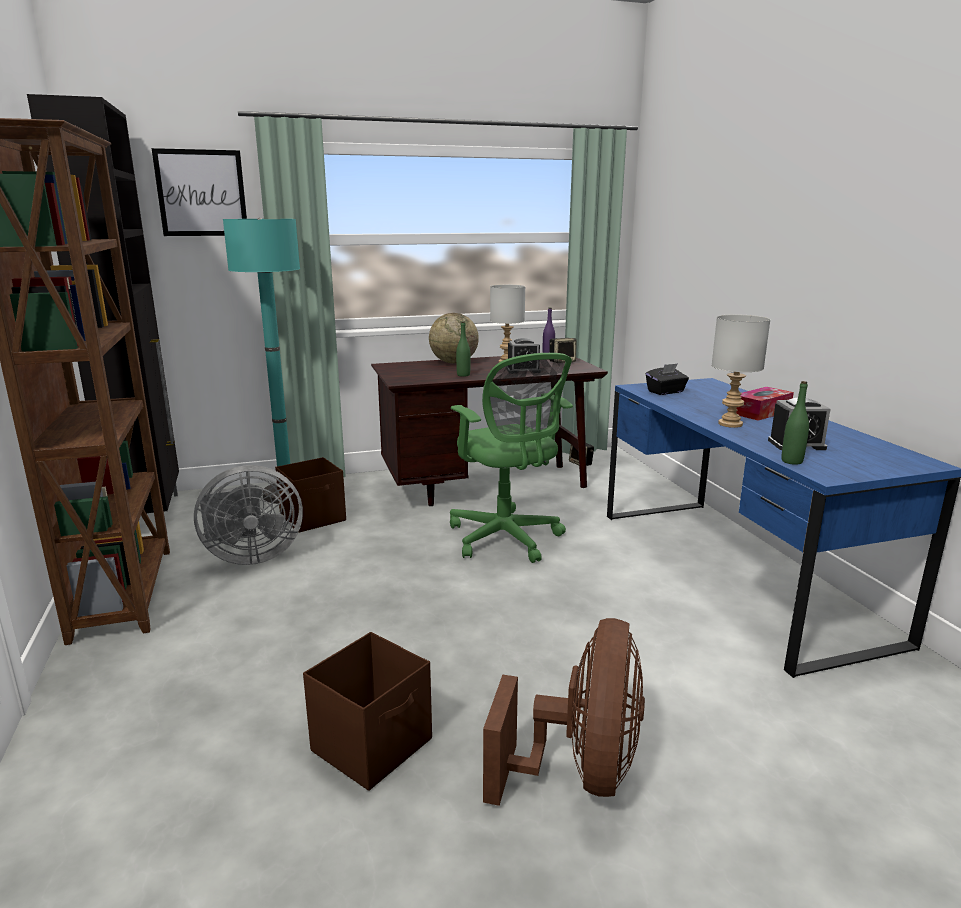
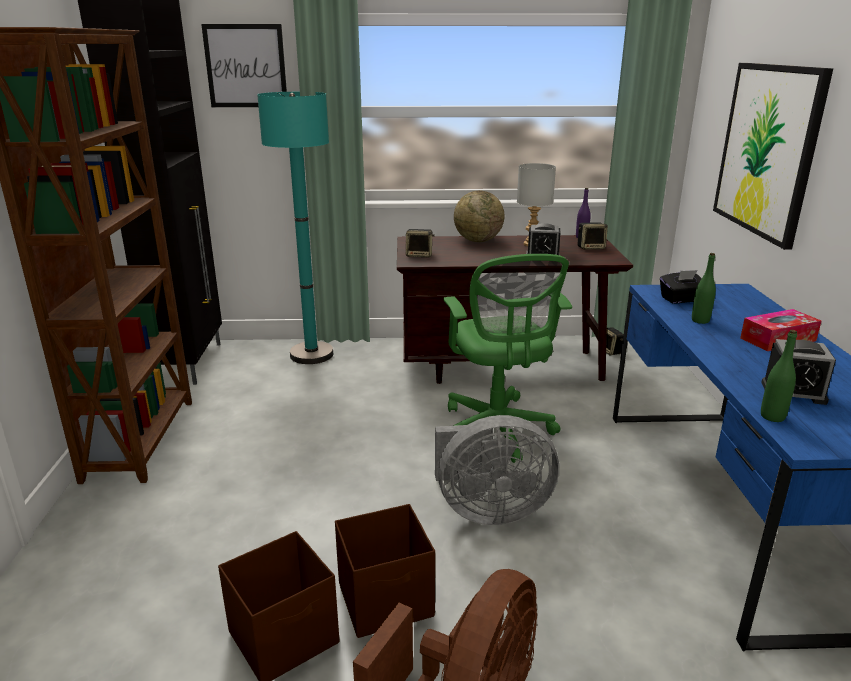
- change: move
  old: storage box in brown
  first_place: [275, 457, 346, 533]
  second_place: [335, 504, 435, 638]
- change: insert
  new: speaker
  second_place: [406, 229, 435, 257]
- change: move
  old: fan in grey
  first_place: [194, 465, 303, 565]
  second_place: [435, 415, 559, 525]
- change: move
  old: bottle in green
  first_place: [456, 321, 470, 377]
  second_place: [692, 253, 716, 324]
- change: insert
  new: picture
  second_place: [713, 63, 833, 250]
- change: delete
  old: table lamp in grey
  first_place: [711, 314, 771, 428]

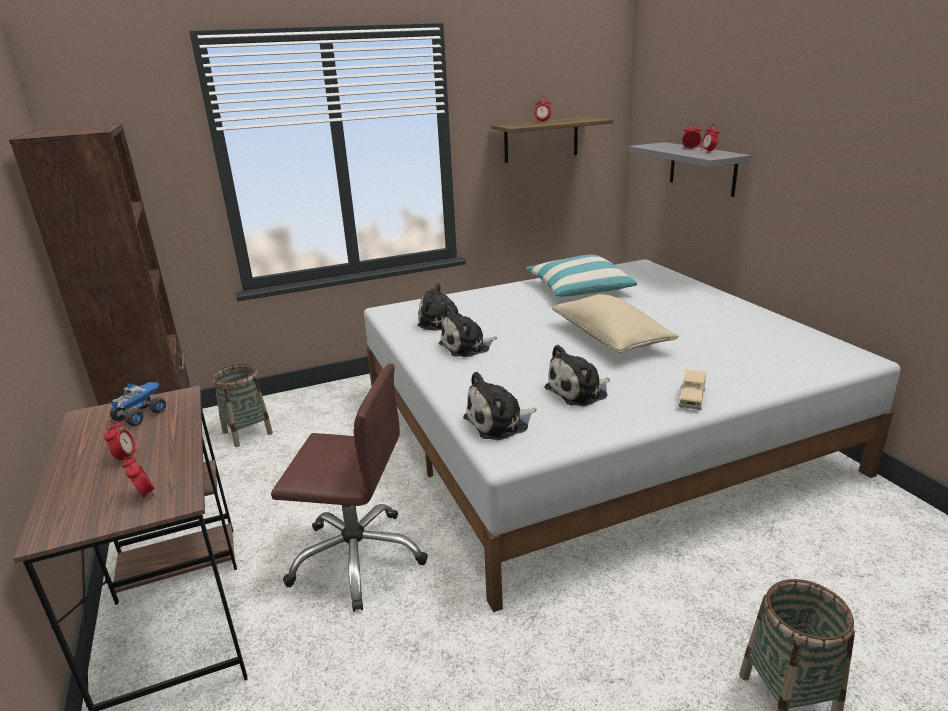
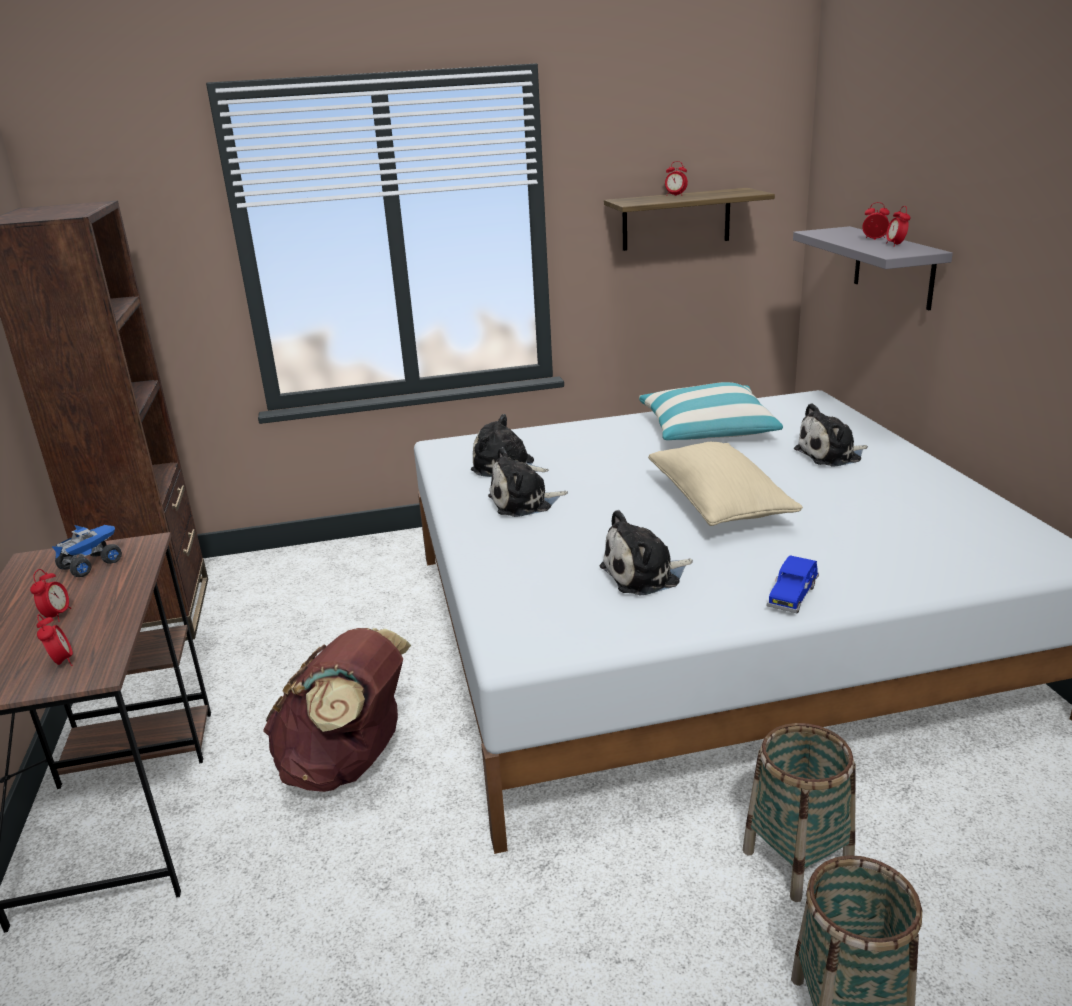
- change: replace
  old: office chair in brown
  new: backpack in brown
  first_place: [271, 363, 428, 612]
  second_place: [263, 628, 411, 792]
- change: move
  old: basket
  first_place: [212, 364, 273, 447]
  second_place: [743, 723, 856, 902]
- change: recolor
  old: toy car in beige
  new: toy car in blue
  first_place: [678, 369, 706, 410]
  second_place: [767, 556, 819, 614]
- change: move
  old: plush toy
  first_place: [463, 372, 537, 440]
  second_place: [794, 403, 868, 467]

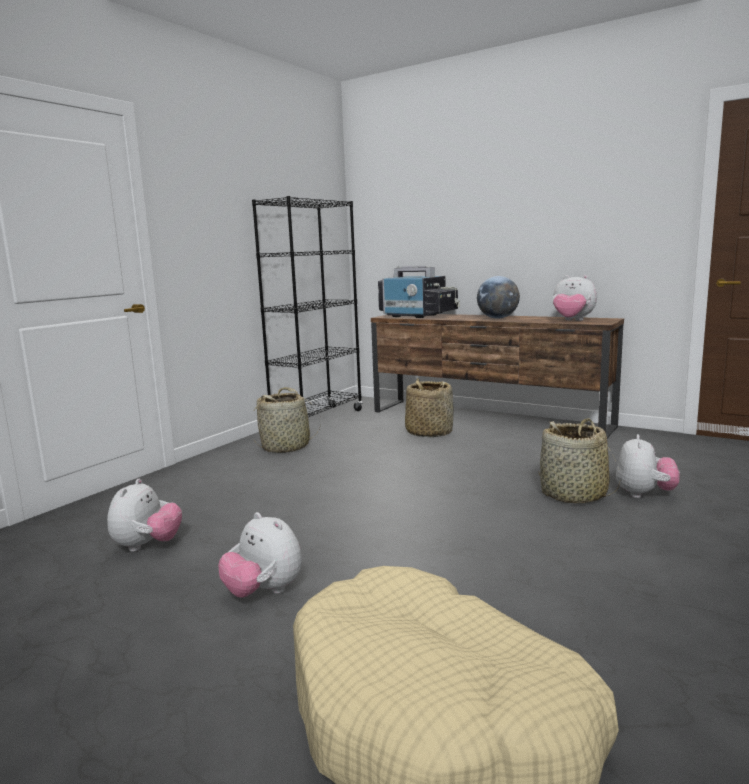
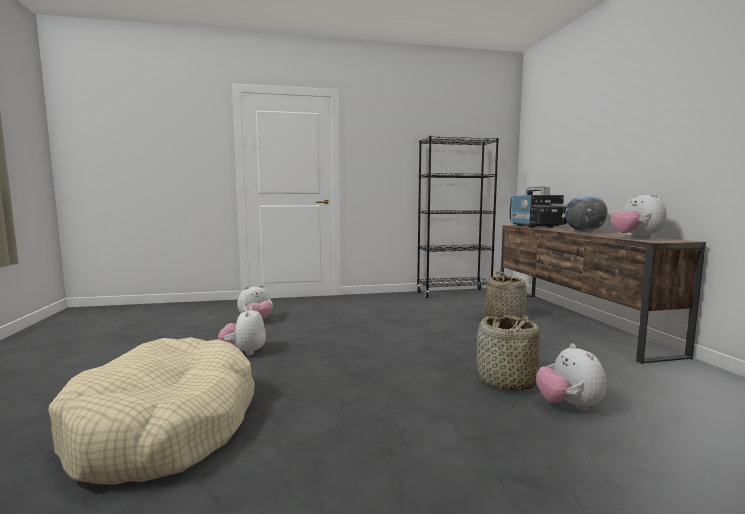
- change: rotate
  old: plush toy
  first_place: [616, 434, 680, 498]
  second_place: [536, 343, 606, 411]
  degrees: 105
- change: delete
  old: basket
  first_place: [253, 387, 321, 453]

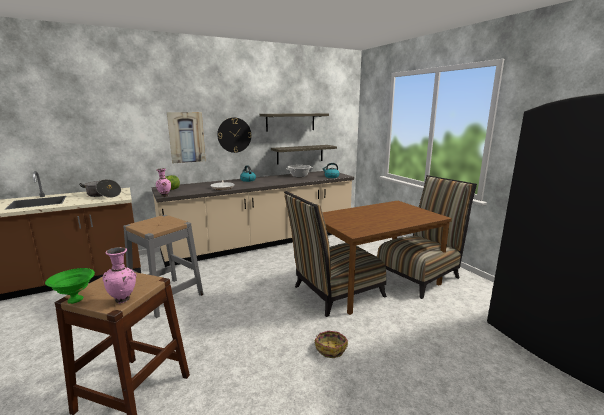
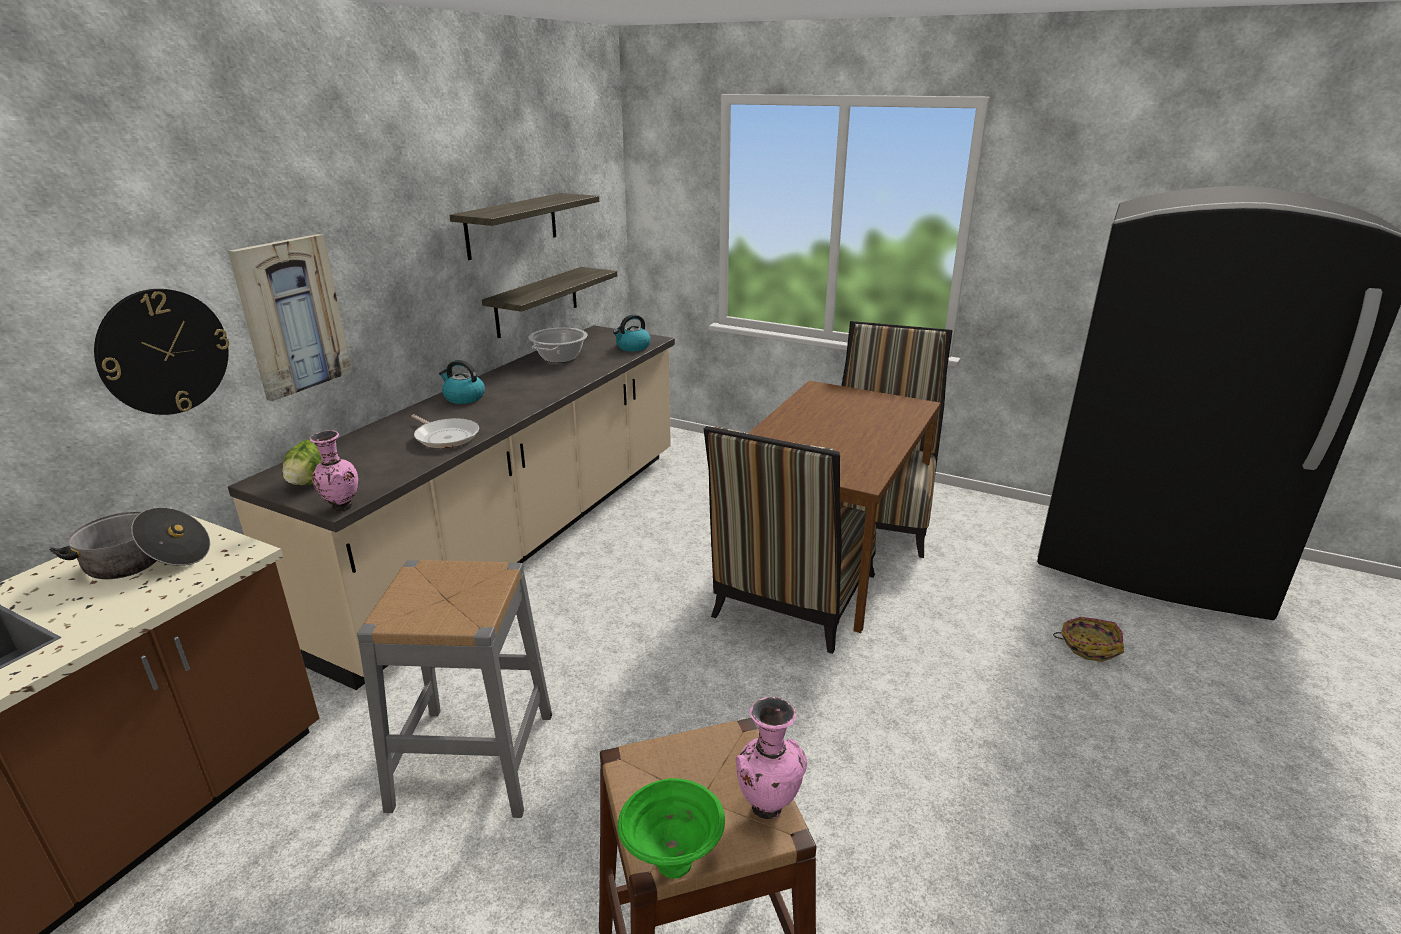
- change: move
  old: wall clock
  first_place: [217, 118, 252, 153]
  second_place: [94, 289, 229, 415]
- change: move
  old: basket
  first_place: [314, 331, 348, 358]
  second_place: [1053, 617, 1124, 662]

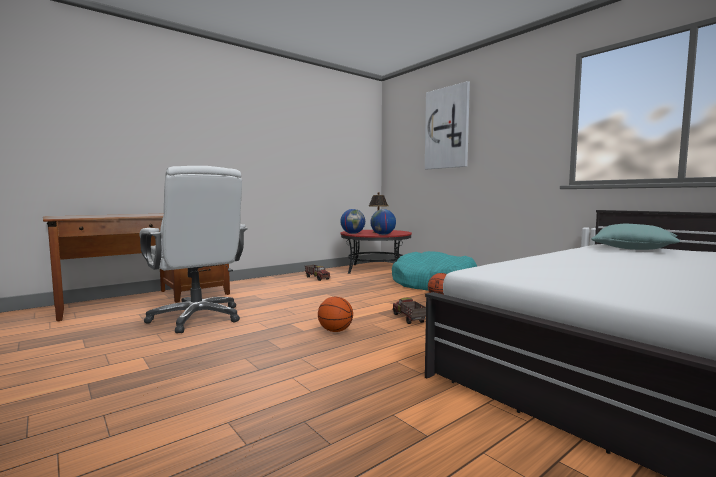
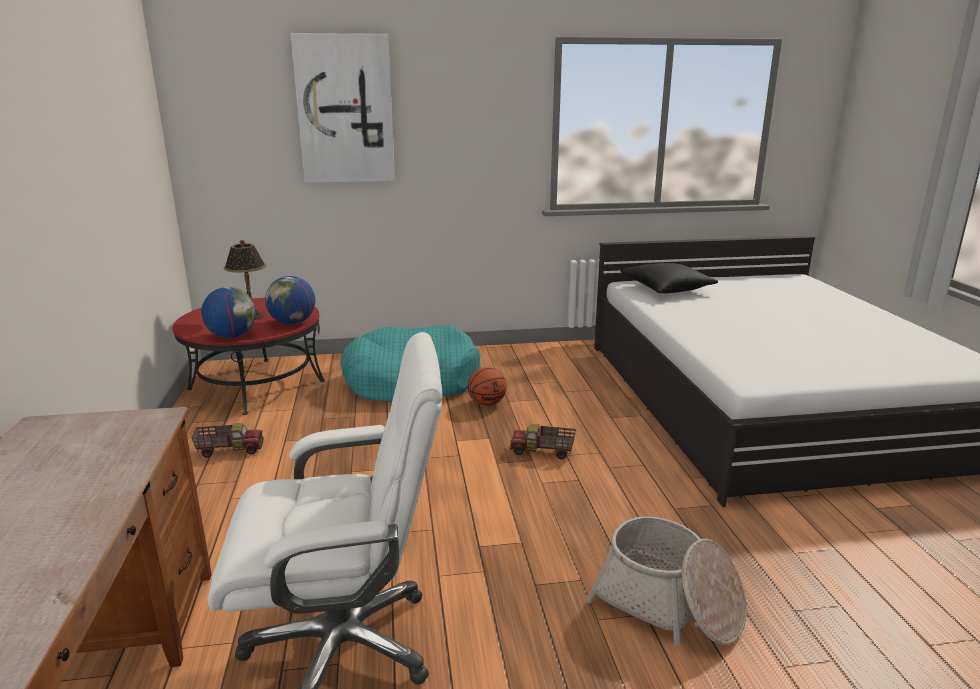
- change: insert
  new: basket
  second_place: [586, 516, 747, 646]
- change: recolor
  old: pillow in turquoise
  new: pillow in black
  first_place: [591, 224, 680, 250]
  second_place: [620, 263, 718, 293]
- change: delete
  old: basketball
  first_place: [318, 297, 353, 332]

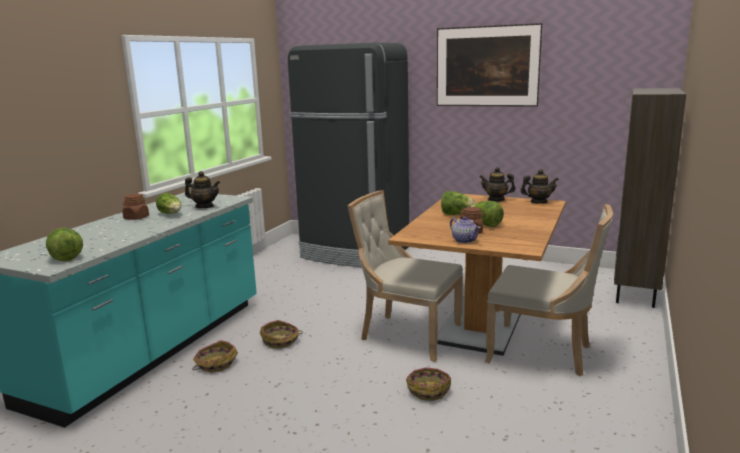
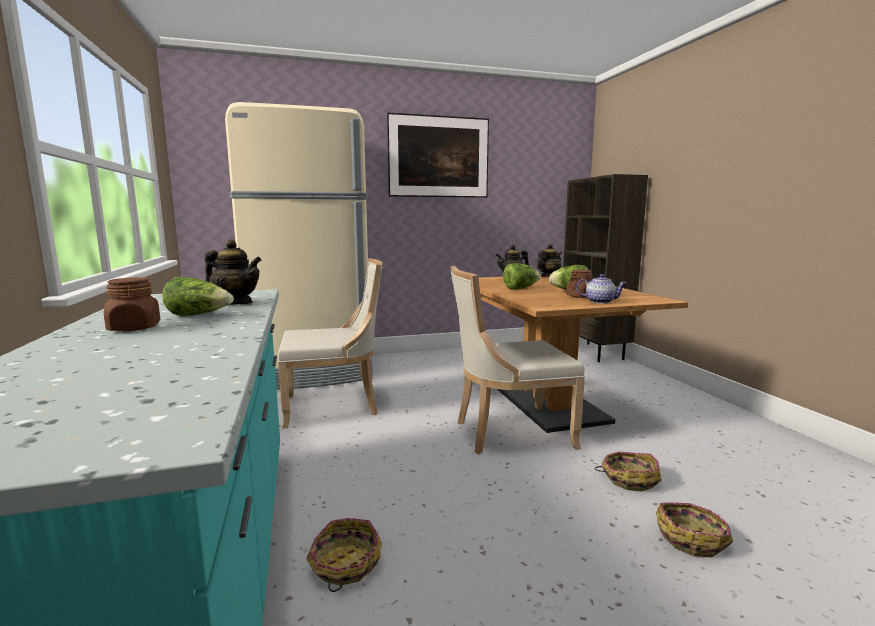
- change: rotate
  old: teapot
  first_place: [185, 171, 220, 208]
  second_place: [205, 239, 262, 304]
  degrees: 45
- change: recolor
  old: fridge in black
  new: fridge in beige
  first_place: [288, 43, 409, 267]
  second_place: [225, 102, 373, 390]
- change: move
  old: chair in beige
  first_place: [485, 204, 613, 376]
  second_place: [278, 258, 383, 429]
- change: move
  old: basket
  first_place: [260, 320, 303, 349]
  second_place: [656, 502, 733, 557]
- change: delete
  old: lettuce
  first_place: [46, 228, 83, 261]

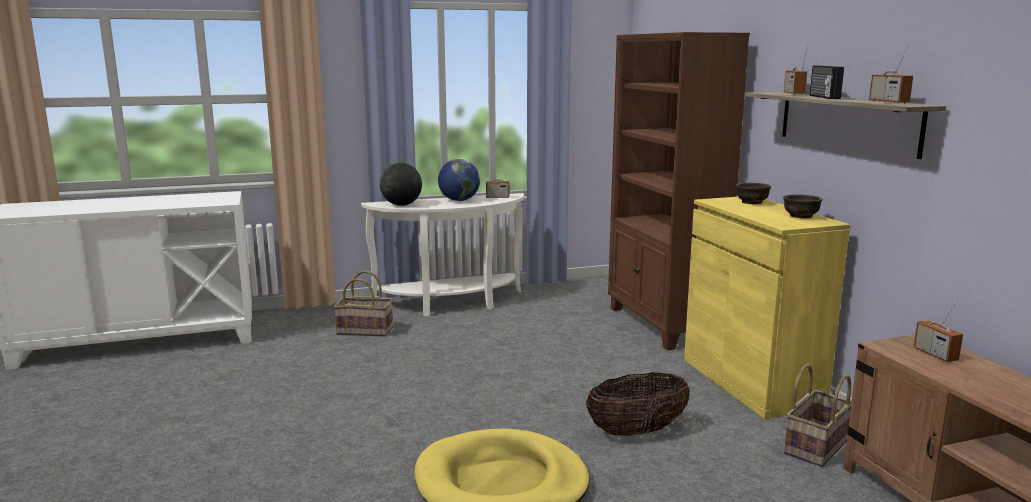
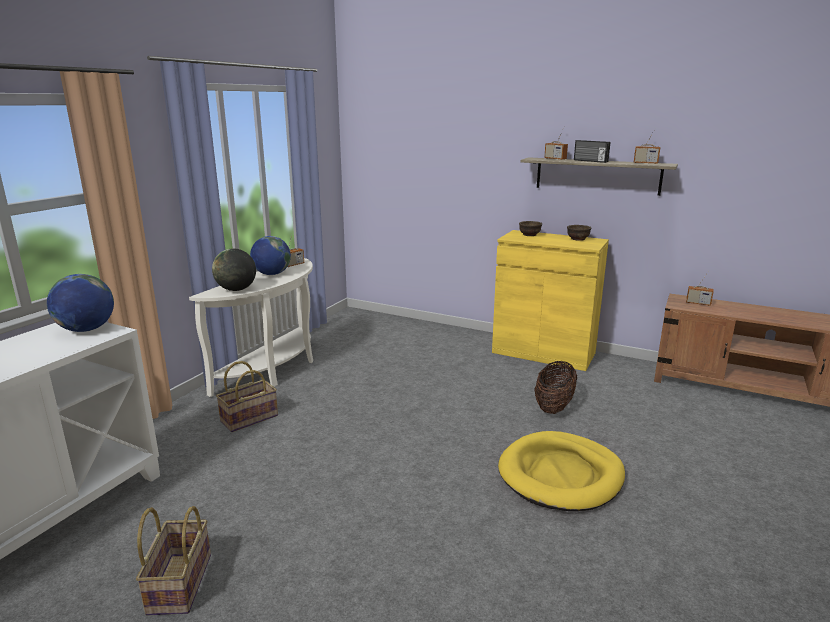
- change: insert
  new: globe
  second_place: [47, 274, 114, 332]
- change: move
  old: basket
  first_place: [784, 364, 852, 467]
  second_place: [136, 506, 211, 615]
- change: delete
  old: bookcase in brown
  first_place: [608, 32, 750, 350]

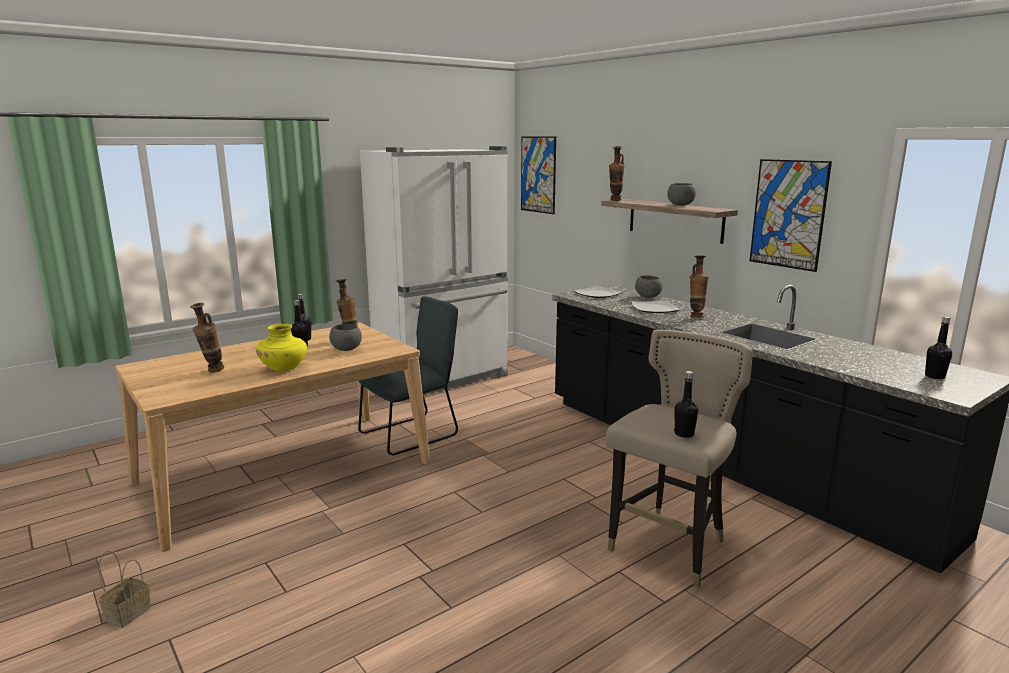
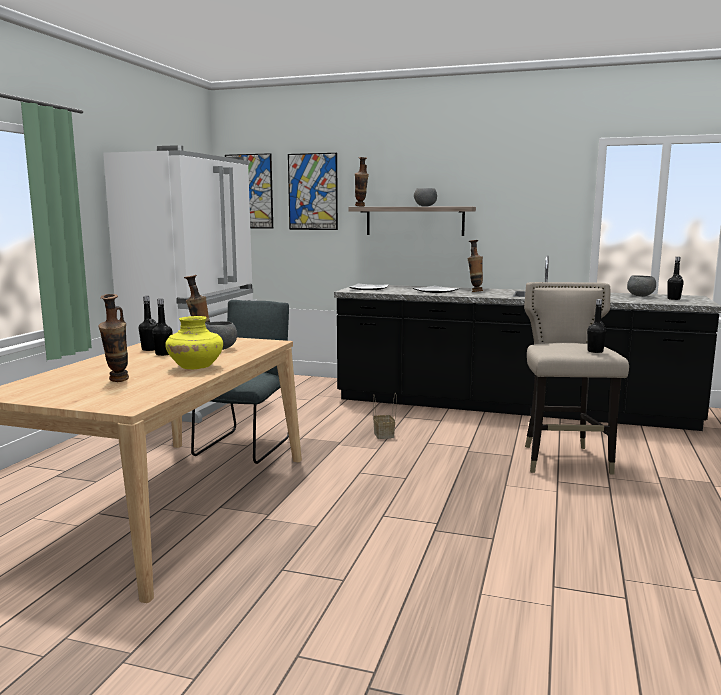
- change: move
  old: picture
  first_place: [750, 159, 832, 272]
  second_place: [288, 153, 338, 230]
- change: move
  old: basket
  first_place: [99, 550, 151, 628]
  second_place: [373, 393, 397, 439]
- change: move
  old: bowl in grey
  first_place: [635, 275, 662, 298]
  second_place: [627, 275, 656, 297]

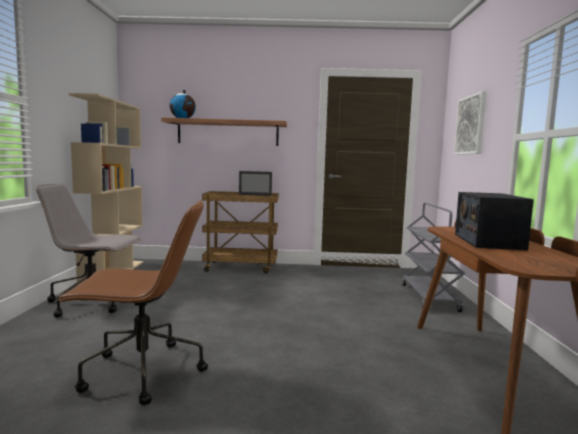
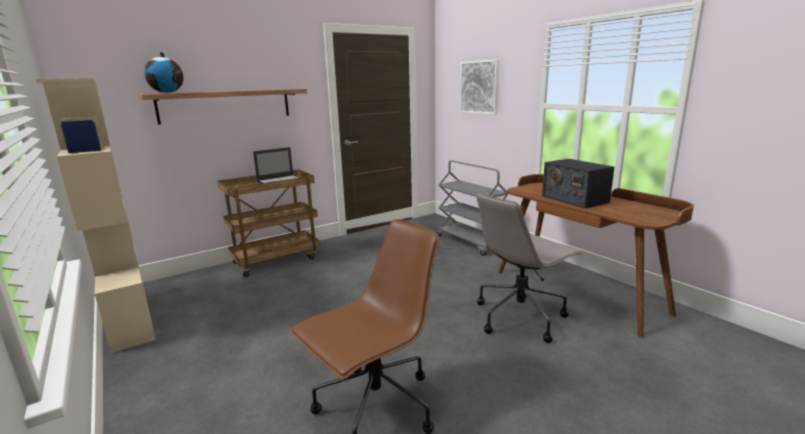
- change: move
  old: office chair in grey
  first_place: [36, 184, 141, 318]
  second_place: [476, 192, 583, 343]

